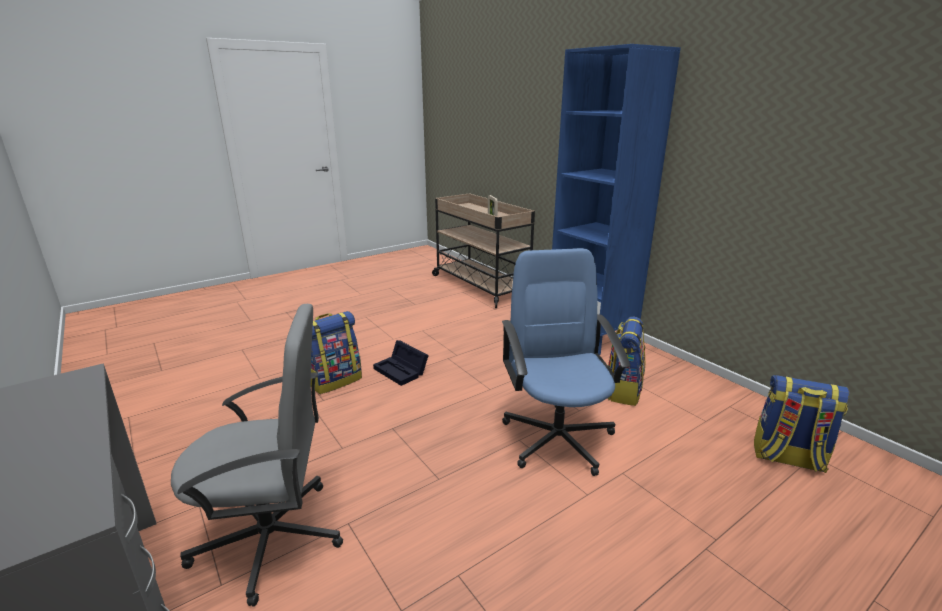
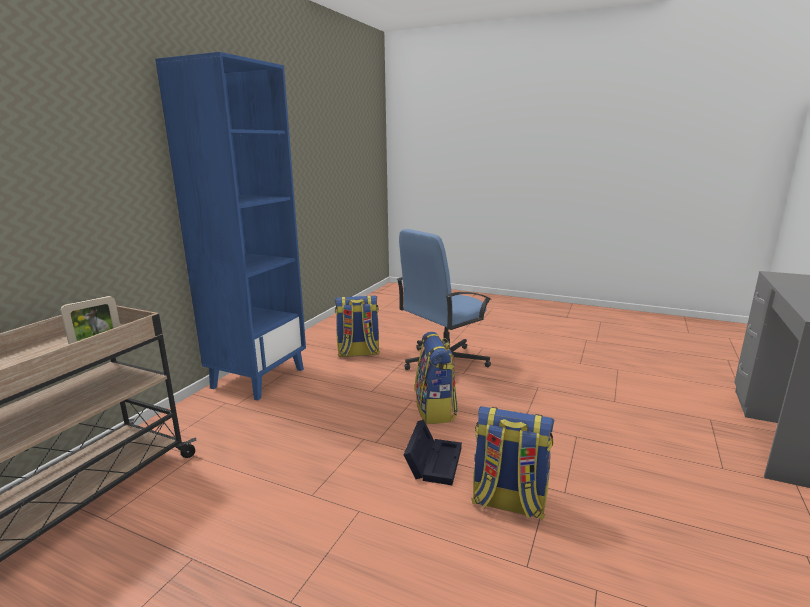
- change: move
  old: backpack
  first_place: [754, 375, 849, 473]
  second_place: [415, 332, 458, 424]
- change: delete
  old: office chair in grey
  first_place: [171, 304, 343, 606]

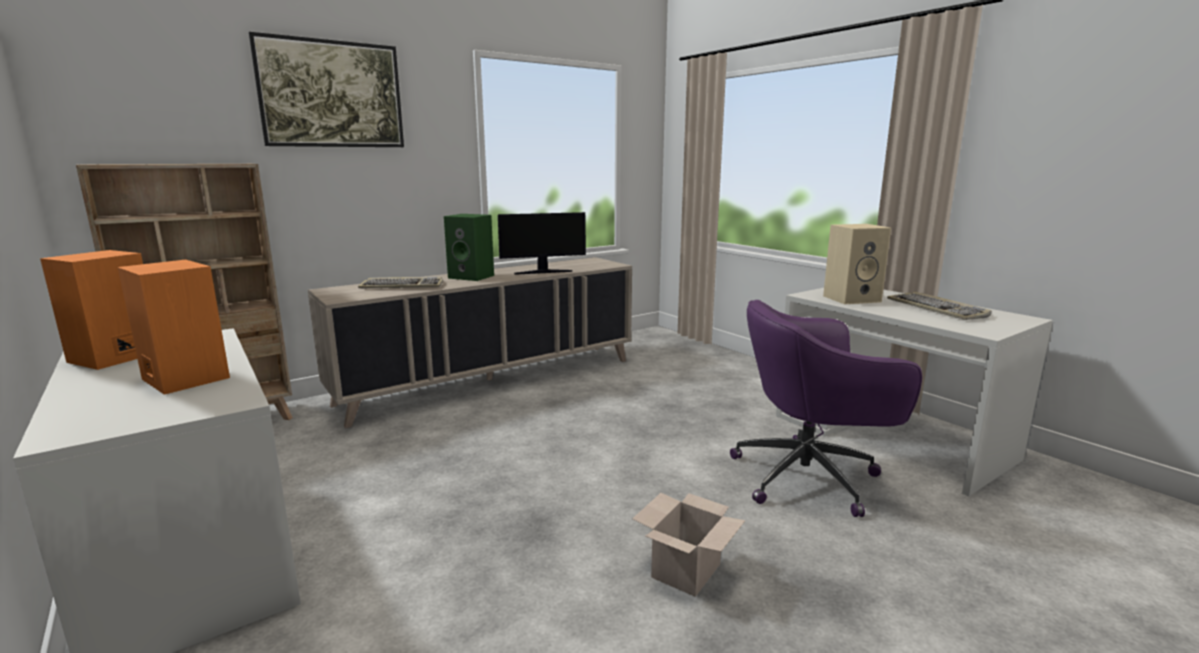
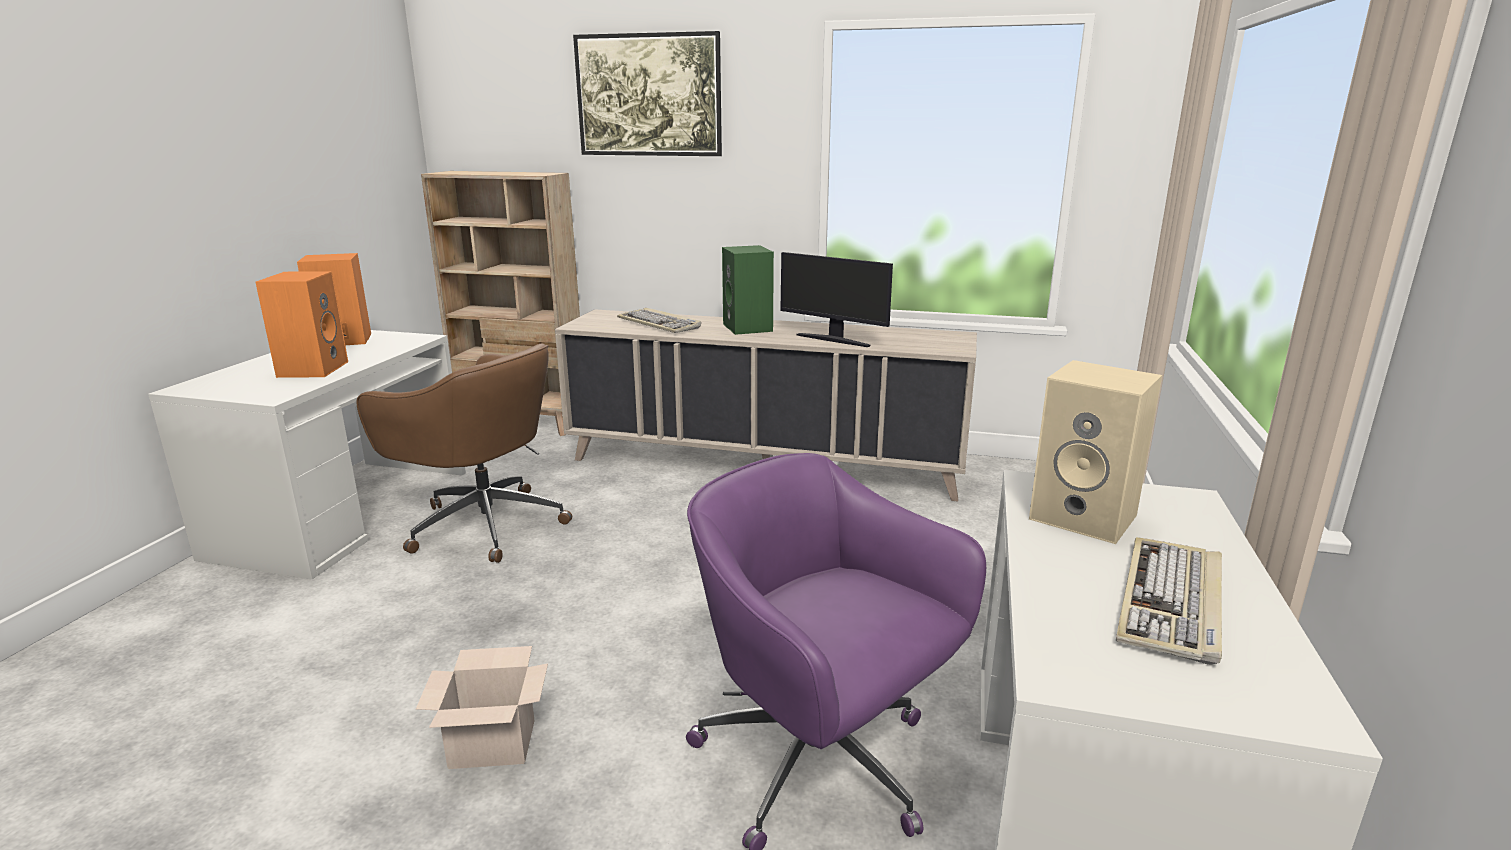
- change: insert
  new: office chair in brown
  second_place: [357, 344, 572, 563]

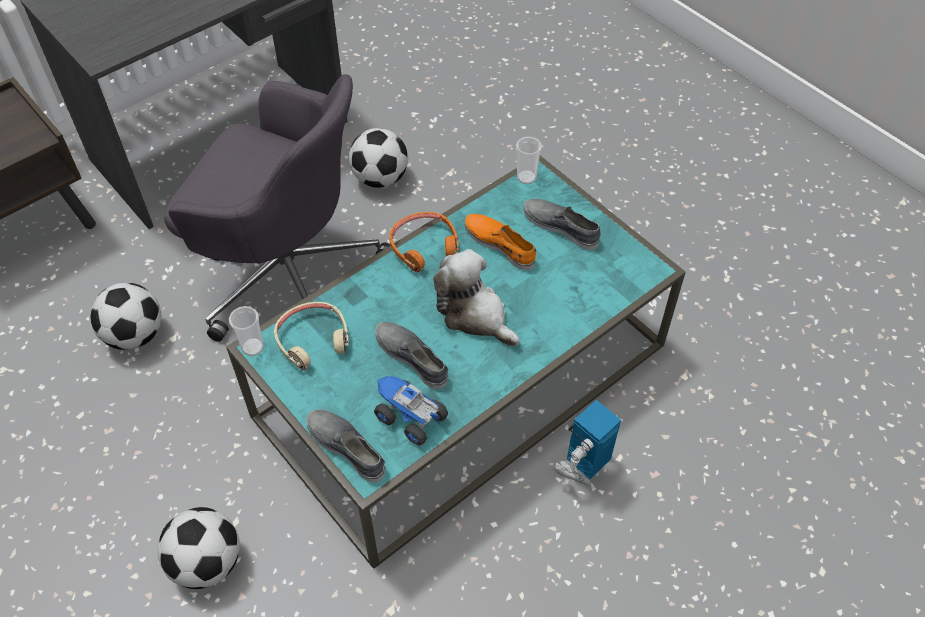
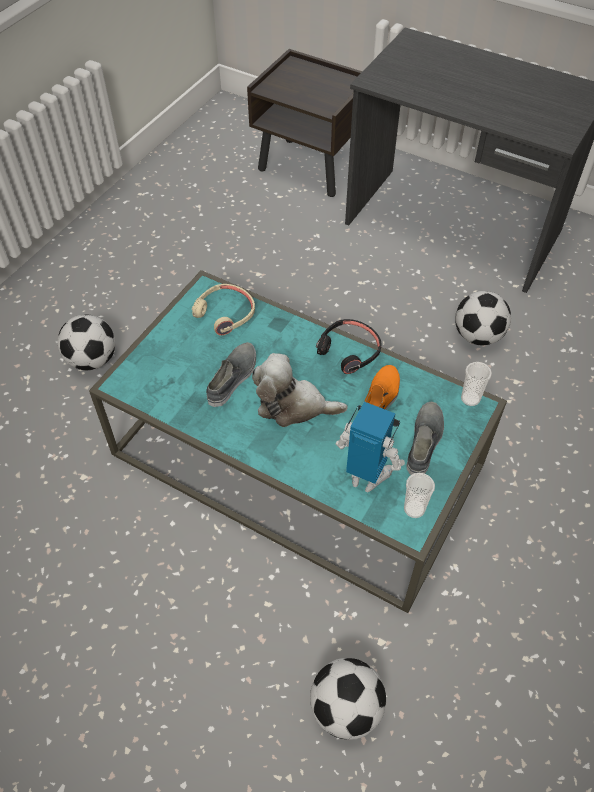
- change: rotate
  old: plush toy
  first_place: [433, 249, 520, 346]
  second_place: [252, 353, 348, 427]
  degrees: -105
- change: move
  old: football
  first_place: [90, 283, 161, 350]
  second_place: [310, 658, 386, 740]
- change: recolor
  old: headphones in orange
  new: headphones in black
  first_place: [389, 212, 459, 272]
  second_place: [316, 319, 381, 374]
- change: move
  old: toy robot
  first_place: [553, 400, 621, 485]
  second_place: [336, 402, 405, 492]
- change: move
  old: cup
  first_place: [229, 306, 264, 356]
  second_place: [404, 473, 435, 518]
- change: delete
  old: office chair in grey
  first_place: [164, 74, 390, 342]
- change: delete
  old: shoe in grey
  first_place: [306, 409, 385, 482]
- change: delete
  old: toy truck
  first_place: [374, 376, 448, 445]

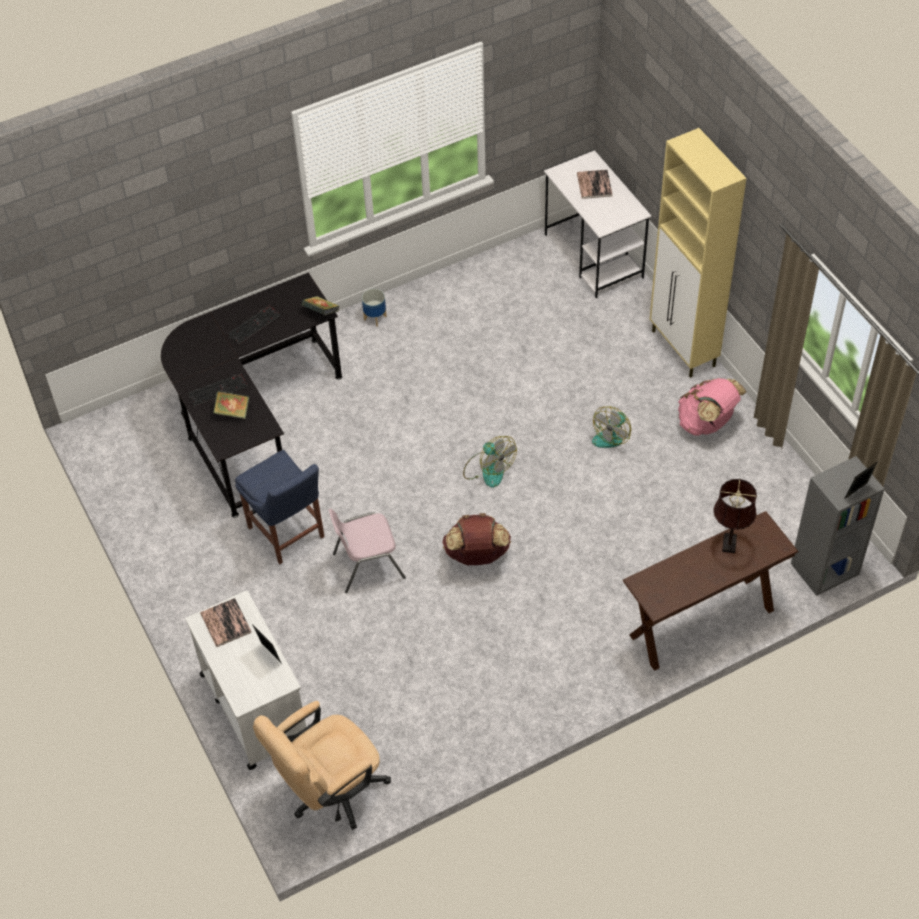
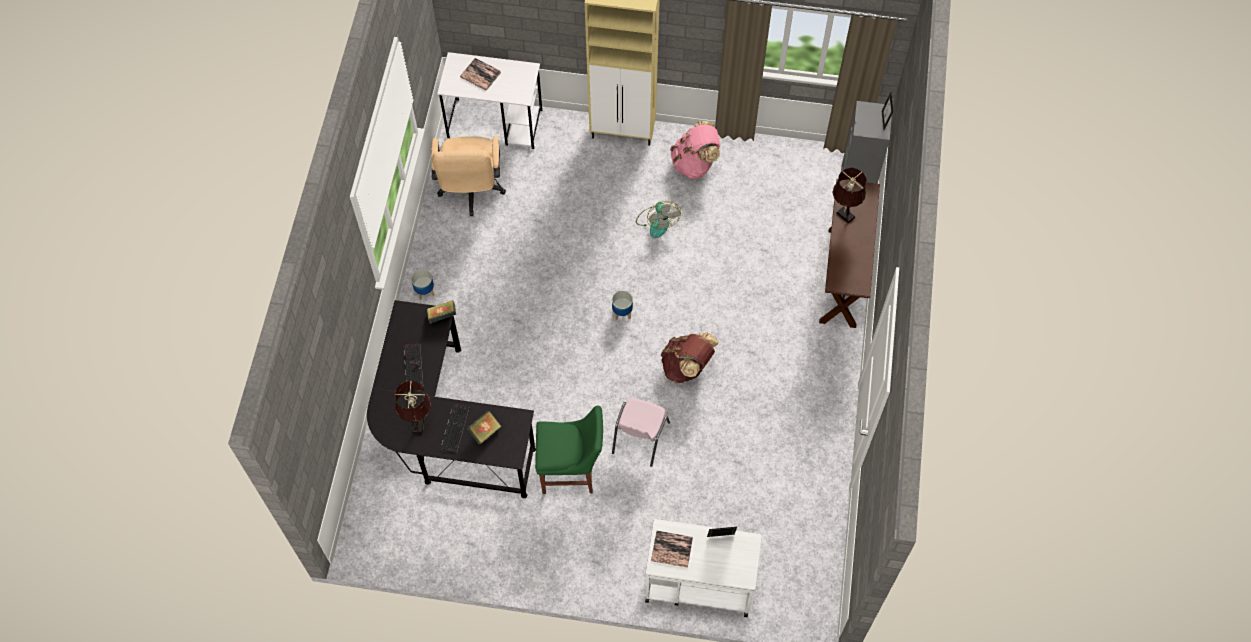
- change: insert
  new: table lamp in brown
  second_place: [394, 380, 431, 433]
- change: move
  old: office chair in beige
  first_place: [253, 701, 391, 830]
  second_place: [431, 135, 506, 216]
- change: recolor
  old: chair in blue
  new: chair in green
  first_place: [235, 450, 325, 564]
  second_place: [535, 406, 603, 494]
- change: replace
  old: fan
  new: planter
  first_place: [463, 436, 517, 488]
  second_place: [612, 290, 633, 320]

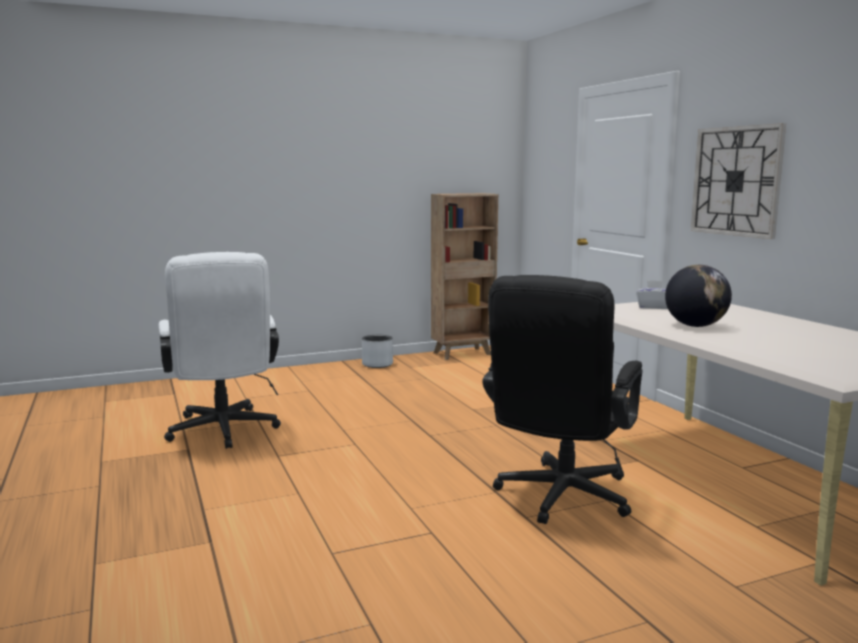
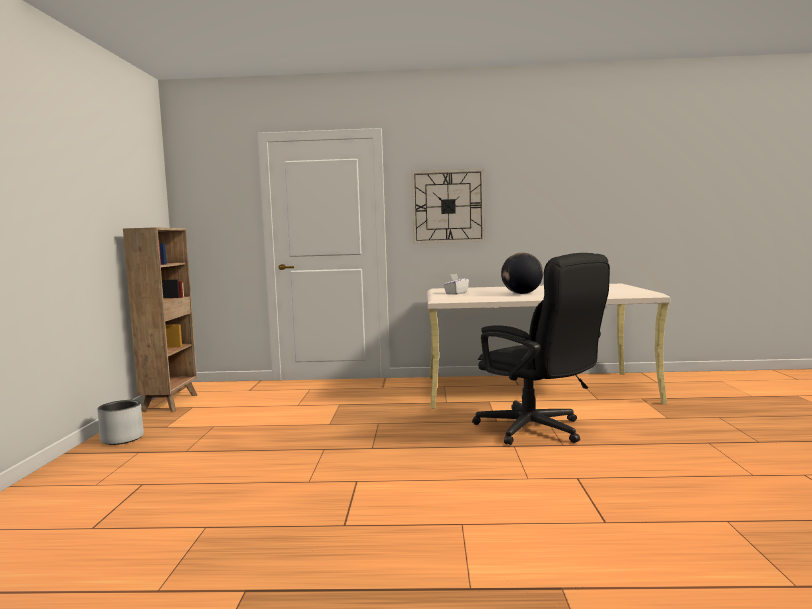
- change: delete
  old: office chair in white
  first_place: [159, 252, 281, 449]

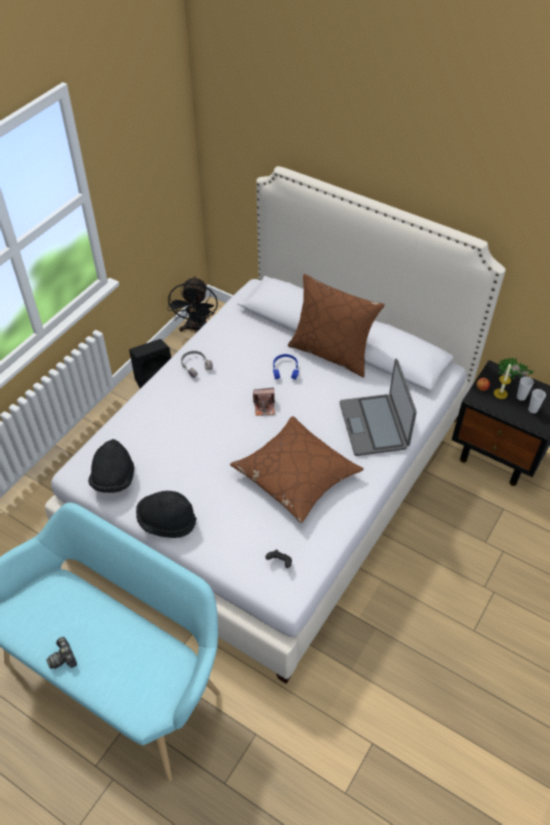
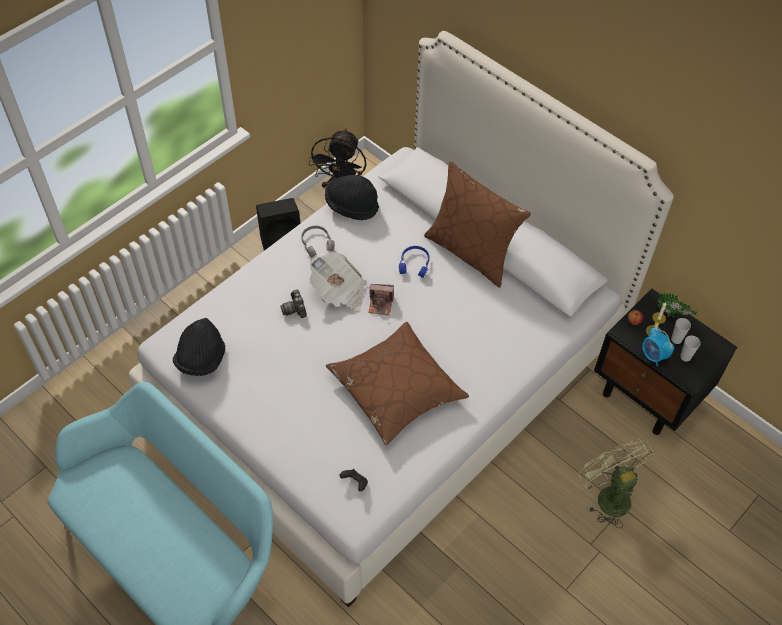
- change: move
  old: photo camera
  first_place: [46, 637, 77, 669]
  second_place: [280, 290, 307, 318]
- change: insert
  new: newspaper
  second_place: [309, 252, 367, 310]
- change: move
  old: hat in black
  first_place: [136, 491, 197, 538]
  second_place: [325, 175, 379, 220]
- change: insert
  new: fan in green
  second_place: [578, 439, 655, 528]
- change: insert
  new: alarm clock
  second_place: [642, 327, 674, 366]
- change: delete
  old: laptop
  first_place: [340, 359, 417, 456]

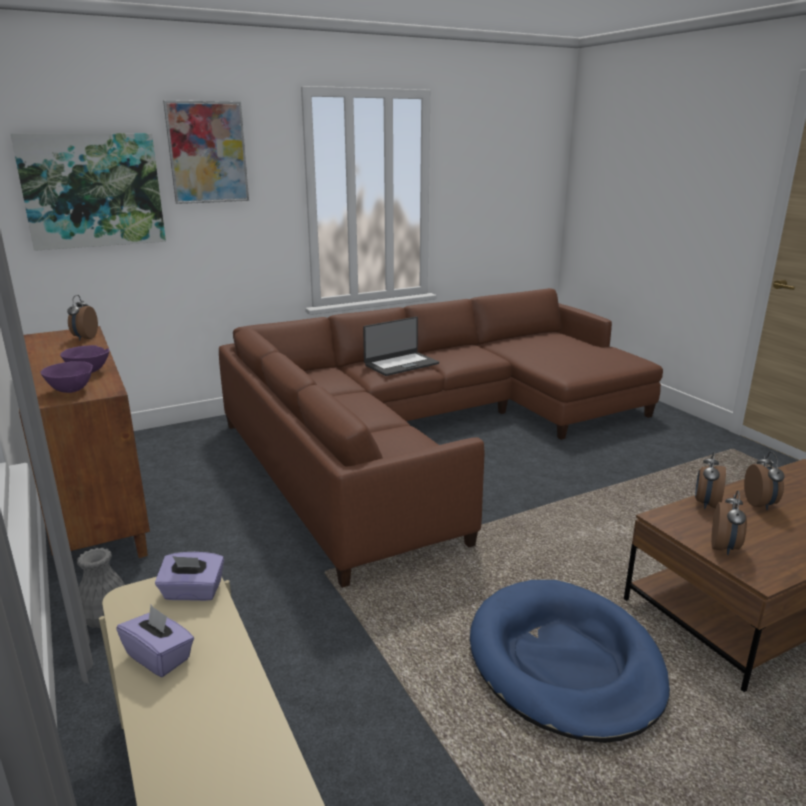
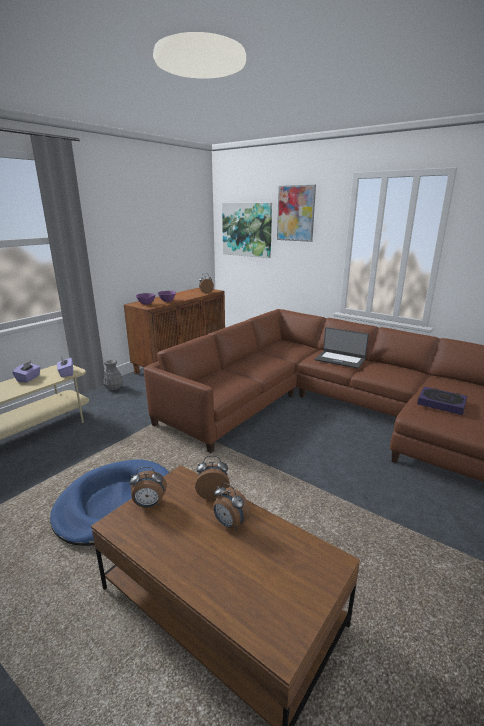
- change: rotate
  old: alarm clock
  first_place: [744, 451, 785, 510]
  second_place: [213, 483, 251, 530]
  degrees: 60
- change: insert
  new: book
  second_place: [417, 387, 468, 415]

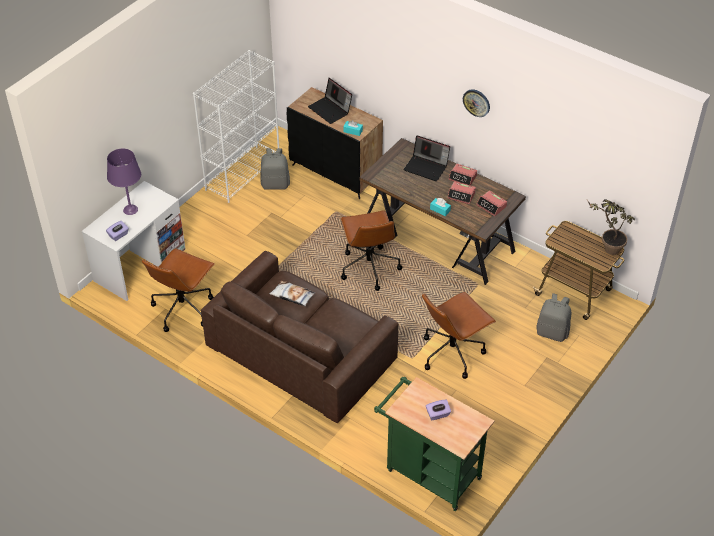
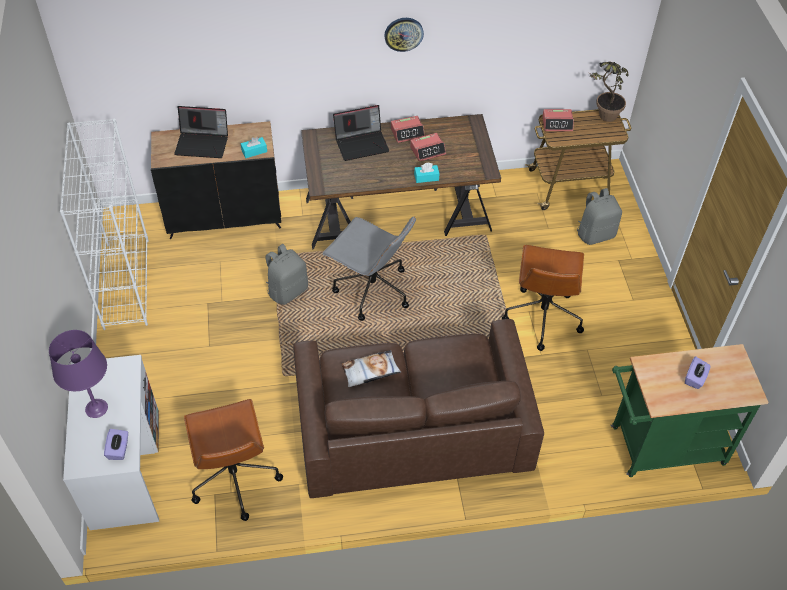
- change: move
  old: backpack in grey
  first_place: [260, 148, 290, 190]
  second_place: [265, 244, 308, 305]
- change: recolor
  old: office chair in brown
  new: office chair in grey
  first_place: [340, 210, 402, 291]
  second_place: [322, 217, 416, 321]
- change: move
  old: alarm clock
  first_place: [476, 191, 507, 216]
  second_place: [542, 109, 574, 131]

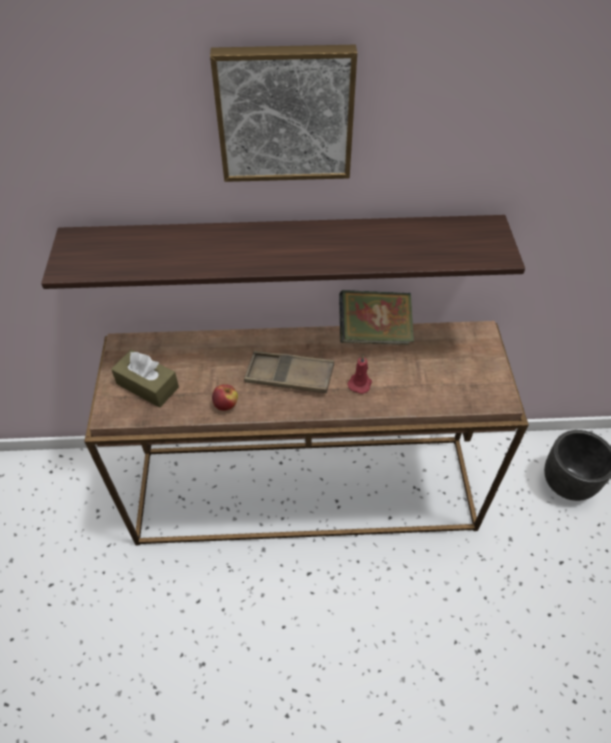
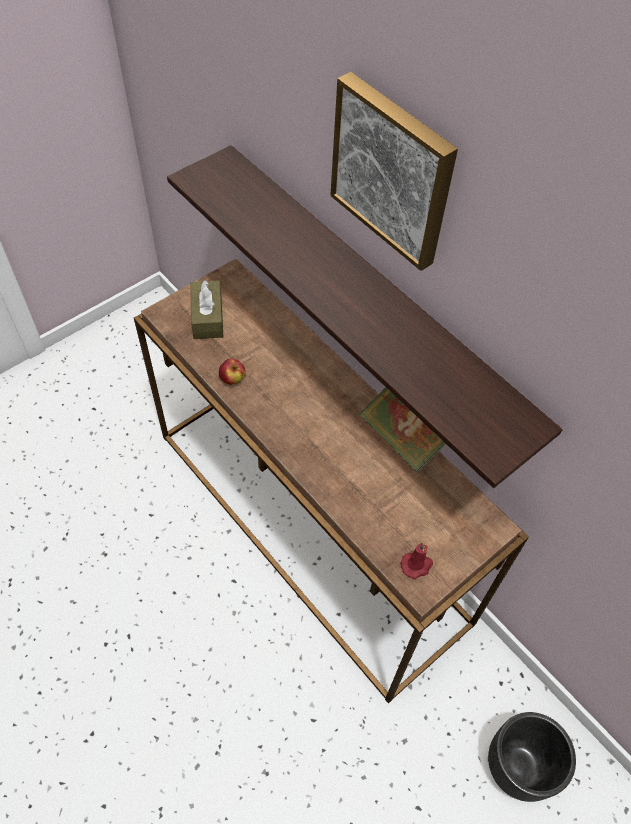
- change: move
  old: candle in red
  first_place: [347, 355, 372, 394]
  second_place: [401, 543, 433, 579]
- change: delete
  old: tray in brown
  first_place: [244, 351, 334, 393]

